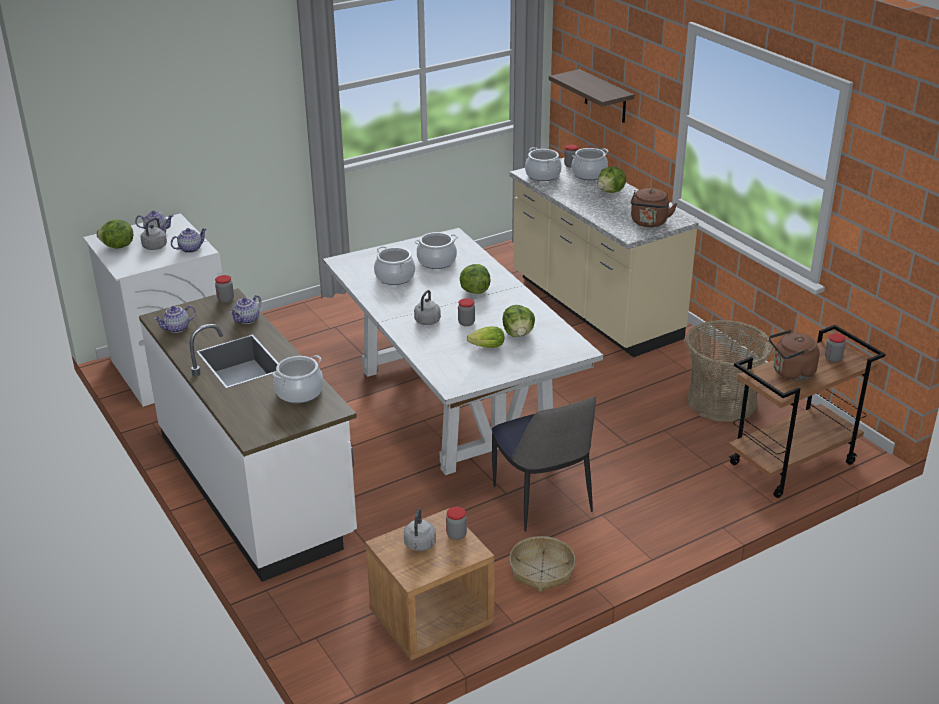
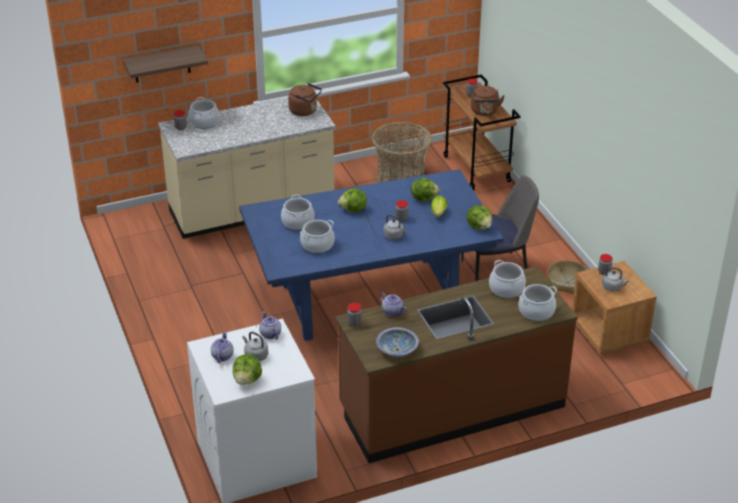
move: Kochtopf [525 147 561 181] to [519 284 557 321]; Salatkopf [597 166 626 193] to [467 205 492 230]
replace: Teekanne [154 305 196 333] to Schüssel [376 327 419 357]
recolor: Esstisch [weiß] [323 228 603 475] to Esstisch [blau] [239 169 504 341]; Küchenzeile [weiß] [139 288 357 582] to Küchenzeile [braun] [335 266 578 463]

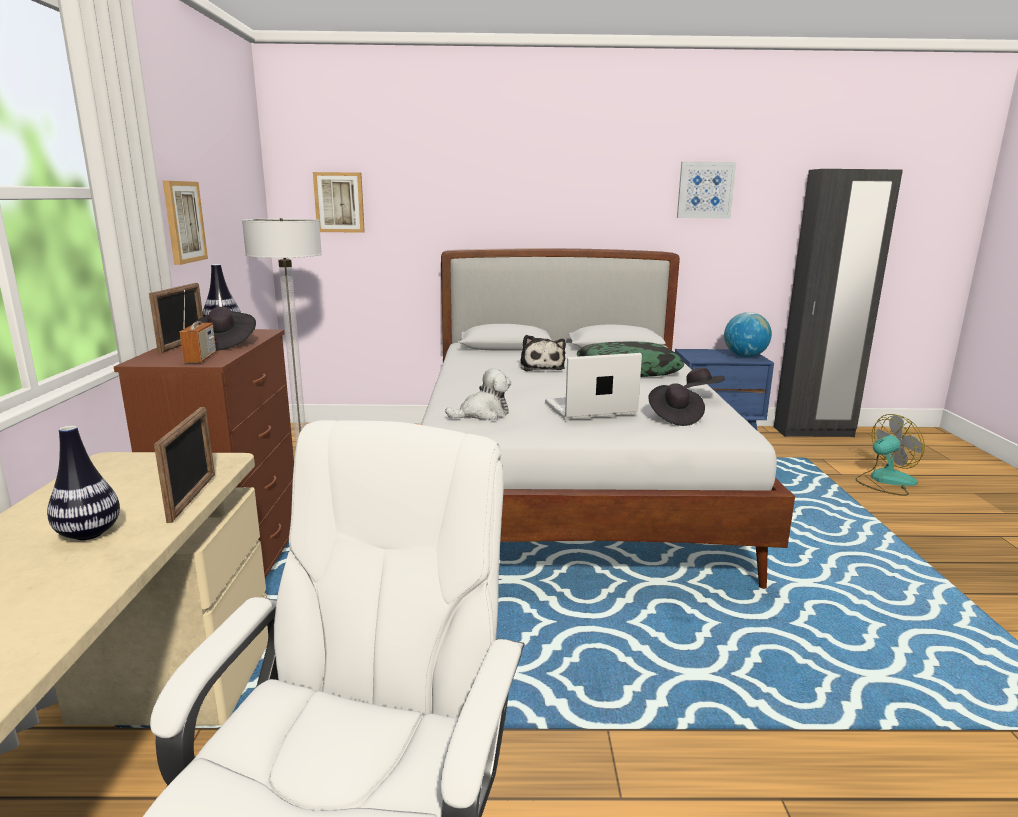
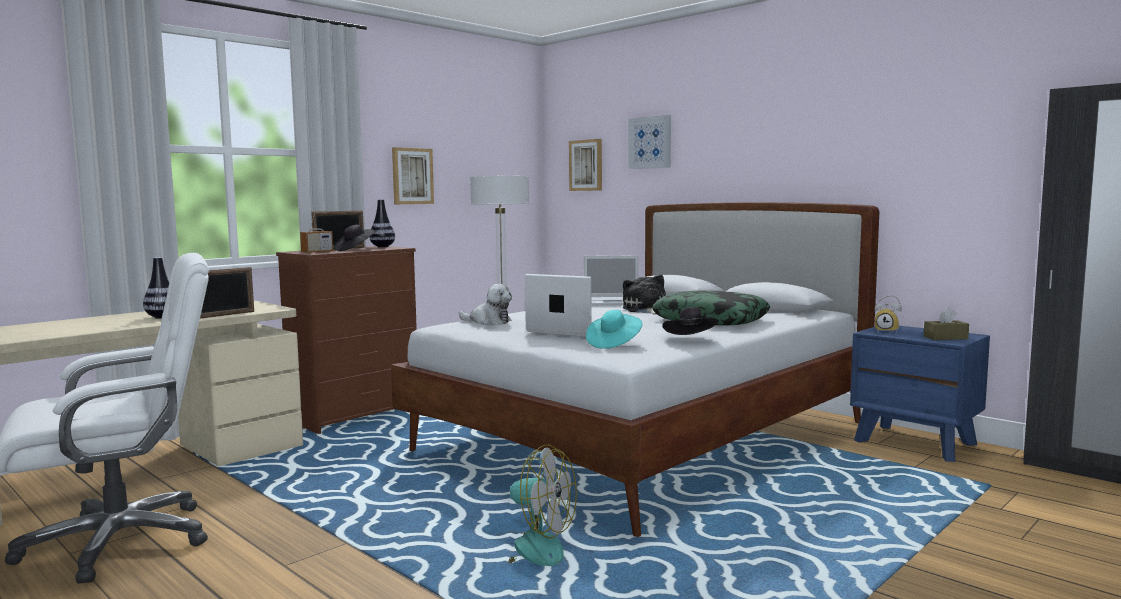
insert: Laptop [584 255 639 306]; Wecker [875 295 902 332]
move: Bild [677 162 736 218] to [628 115 671 169]; Ventilator [855 414 925 496] to [496 445 577 566]
replace: Globus [724 312 772 357] to Taschentuchbox [braun] [924 308 969 340]
recolor: Hut [schwarz] [648 384 705 426] to Hut [türkis] [586 310 643 349]
rotate: Plüschtier [520 335 566 371] = [623 275 666 315] 135 degrees clockwise

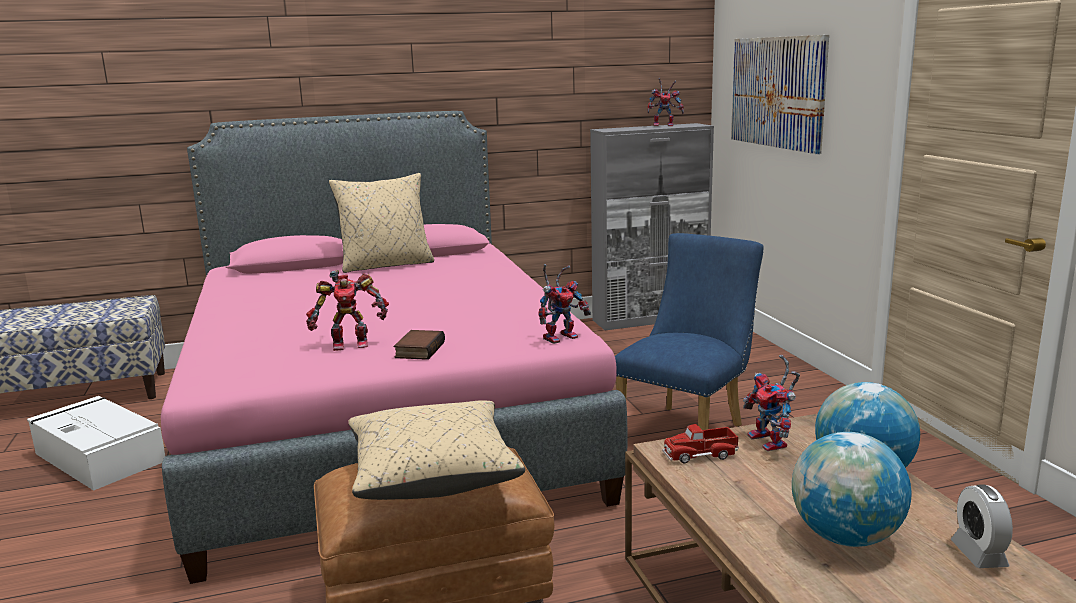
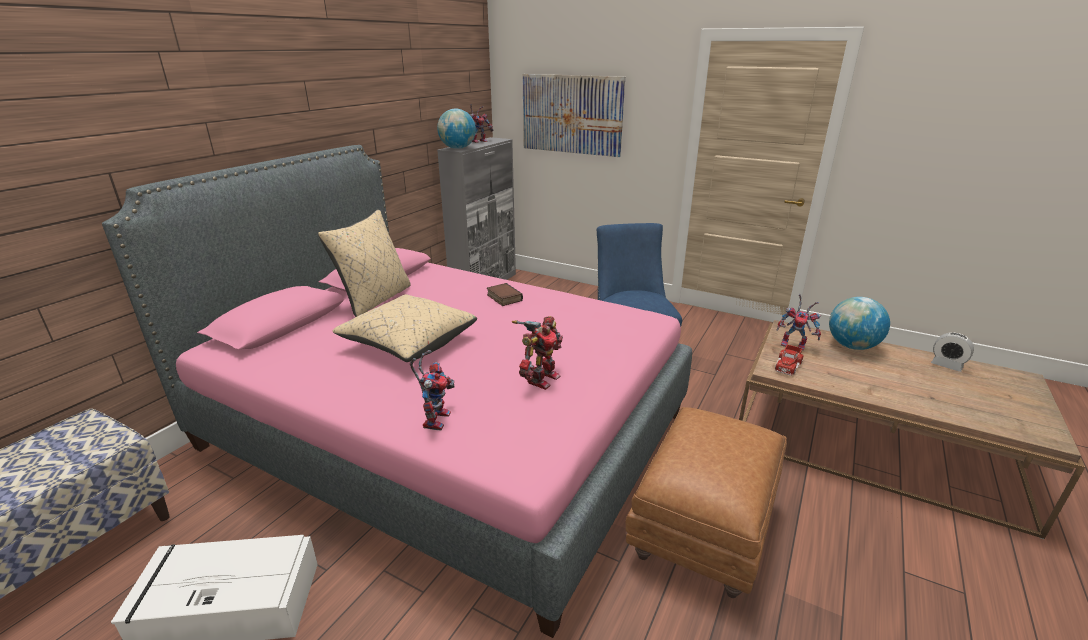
move: Spielzeugroboter [538 264 591 344] to [410 350 455 431]; Buch [394 330 445 360] to [487 283 523 306]; Kissen [beige] [348 400 525 500] to [332 294 477 362]; Globus [792 432 912 547] to [437 109 476 149]

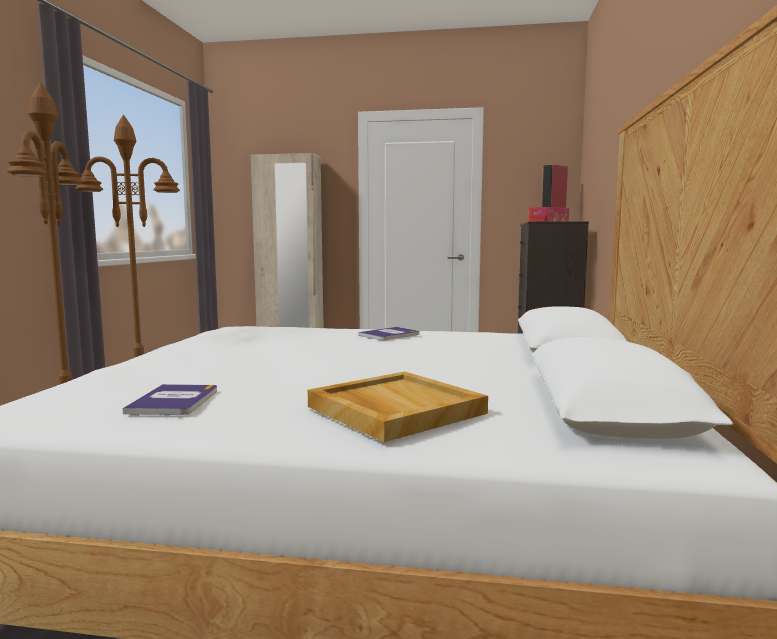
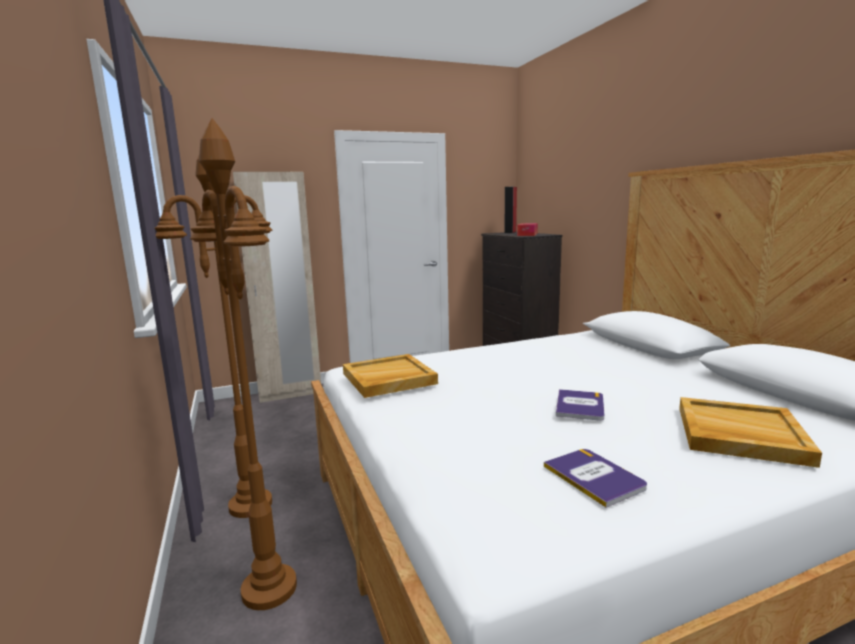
insert: Tablett [beige] [343 354 438 398]
move: Buch [358 327 419 340] to [556 389 605 421]

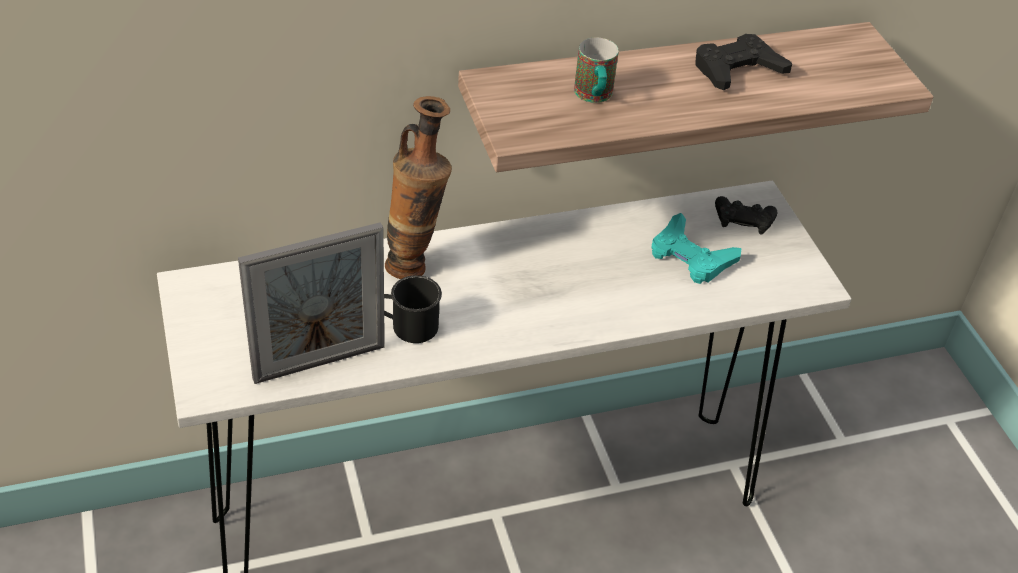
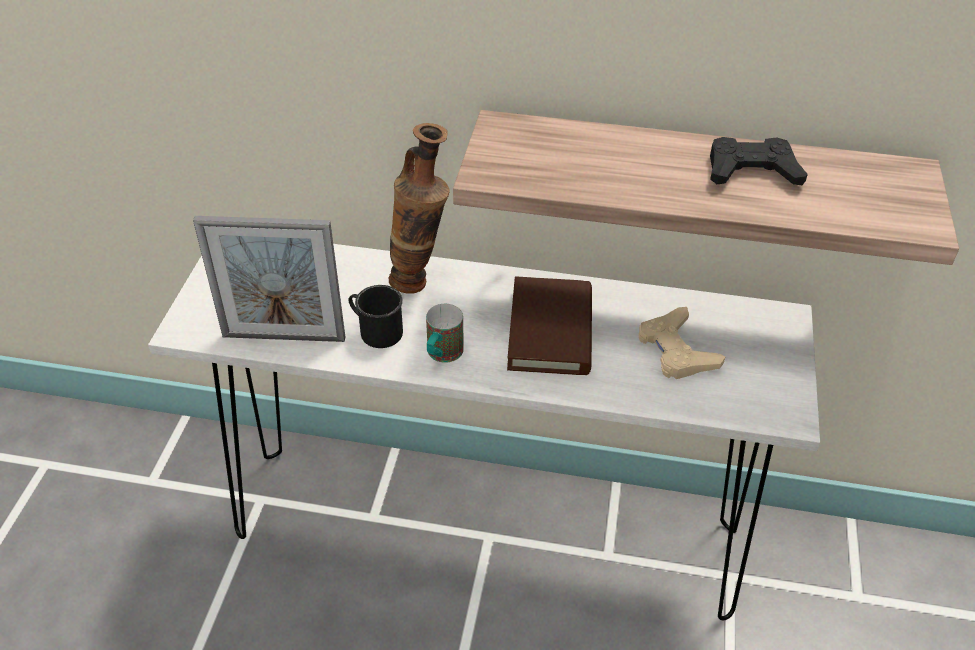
delete: Gamepad [schwarz] [715 196 777 235]
insert: Buch [braun] [507 277 592 375]
move: Henkelbecher [574 37 619 103] to [426 304 464 363]
recolor: Gamepad [türkis] [651 213 741 284] to Gamepad [beige] [639 307 726 379]

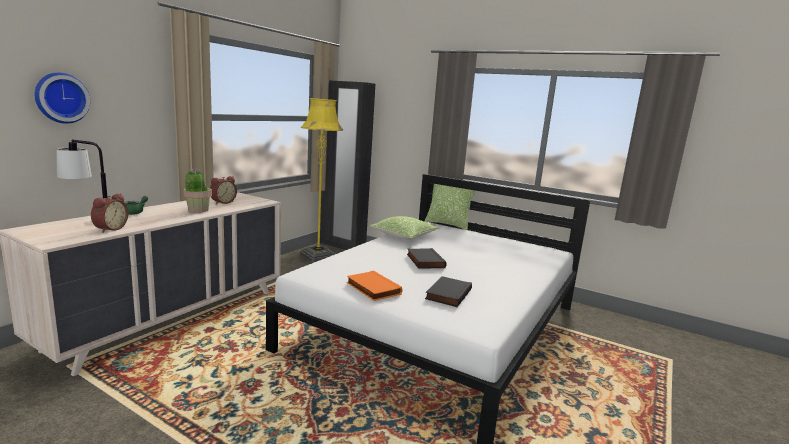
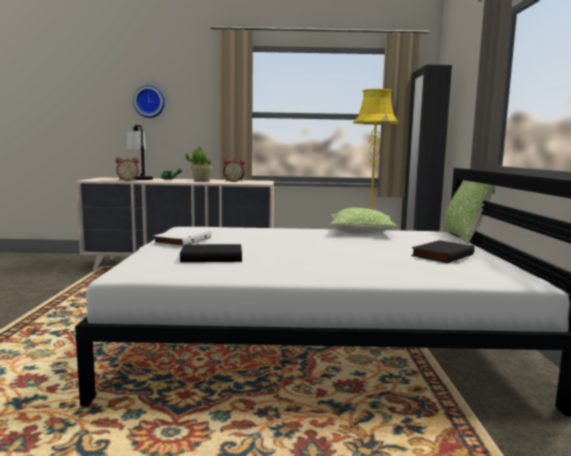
move: Buch [schwarz] [407 248 446 269] to [411 240 475 263]
recolor: Buch [orange] [347 271 402 301] to Buch [weiß] [154 228 211 247]

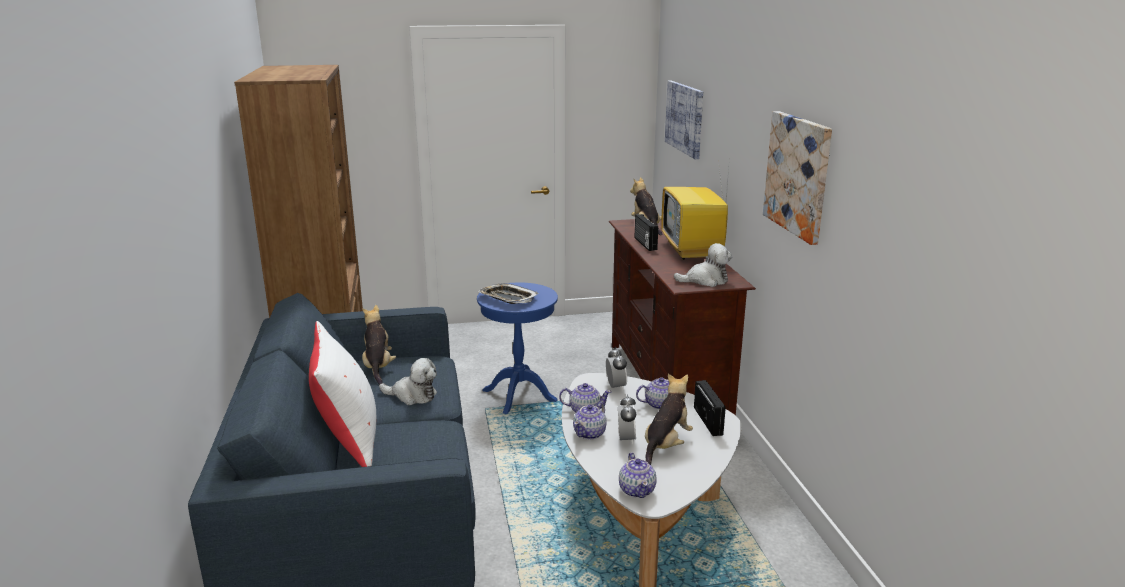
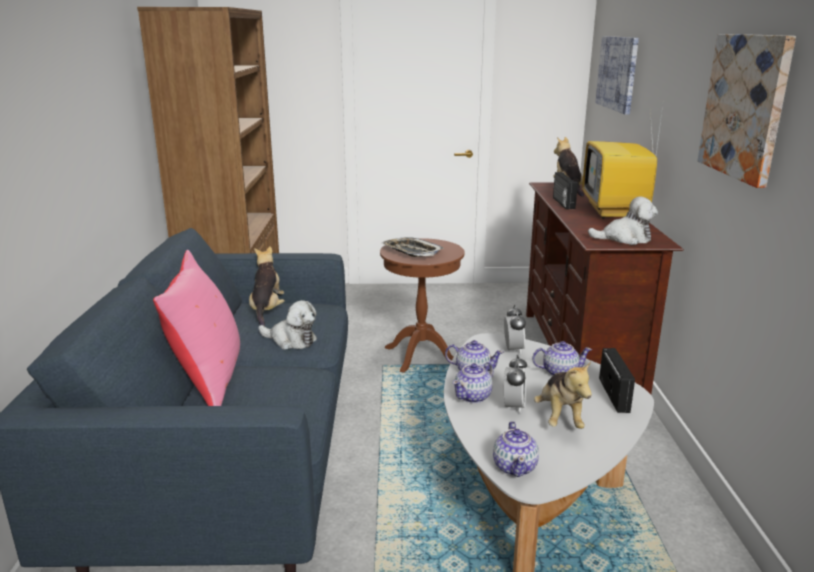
recolor: Beistelltisch [blau] [477 283 558 414] to Beistelltisch [braun] [380 238 465 373]; Kissen [weiß] [309 321 376 467] to Kissen [rosa] [153 250 240 406]
rotate: Plüschtier [645 374 693 465] = [534 361 592 429] 135 degrees clockwise

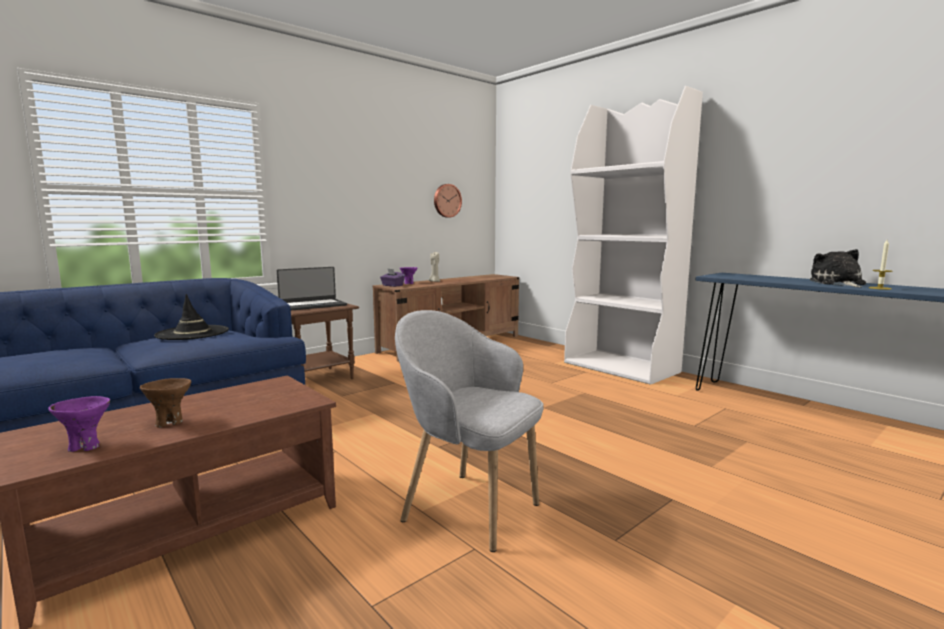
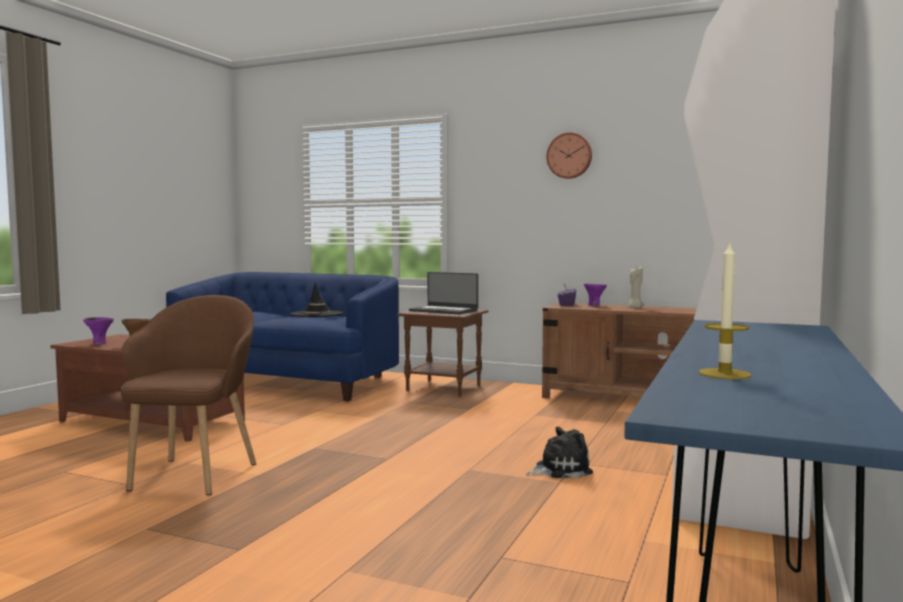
move: Wanduhr [434 184 462 218] to [546 132 592 179]; Plüschtier [810 249 866 288] to [526 427 593 478]
recolor: Sessel [grau] [395 310 544 552] to Sessel [braun] [121 295 257 495]

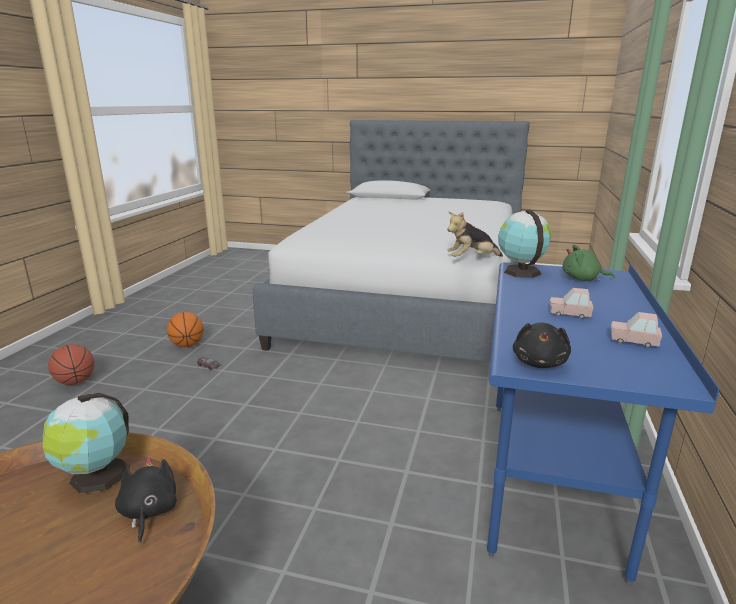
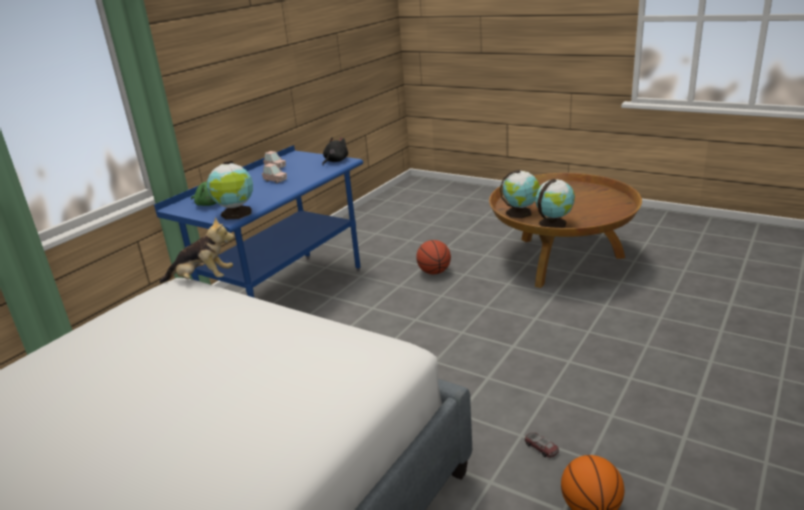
move: Basketball [48 344 95 385] to [416 240 451 274]
replace: Plüschtier [schwarz] [115 456 177 543] to Globus [500 170 540 218]

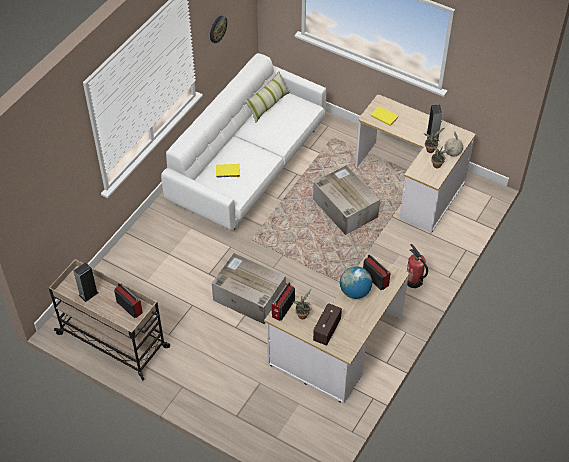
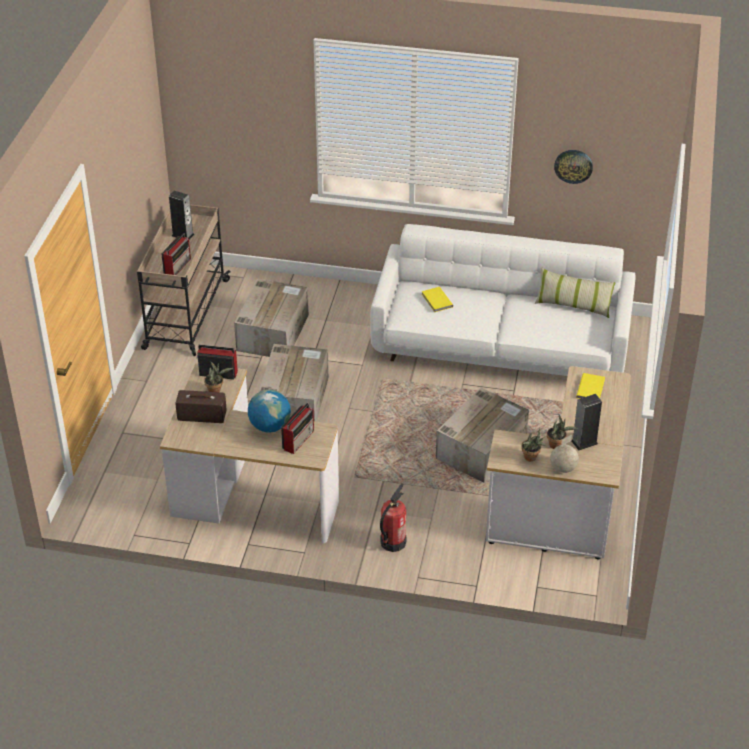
insert: Karton [234 279 309 357]

